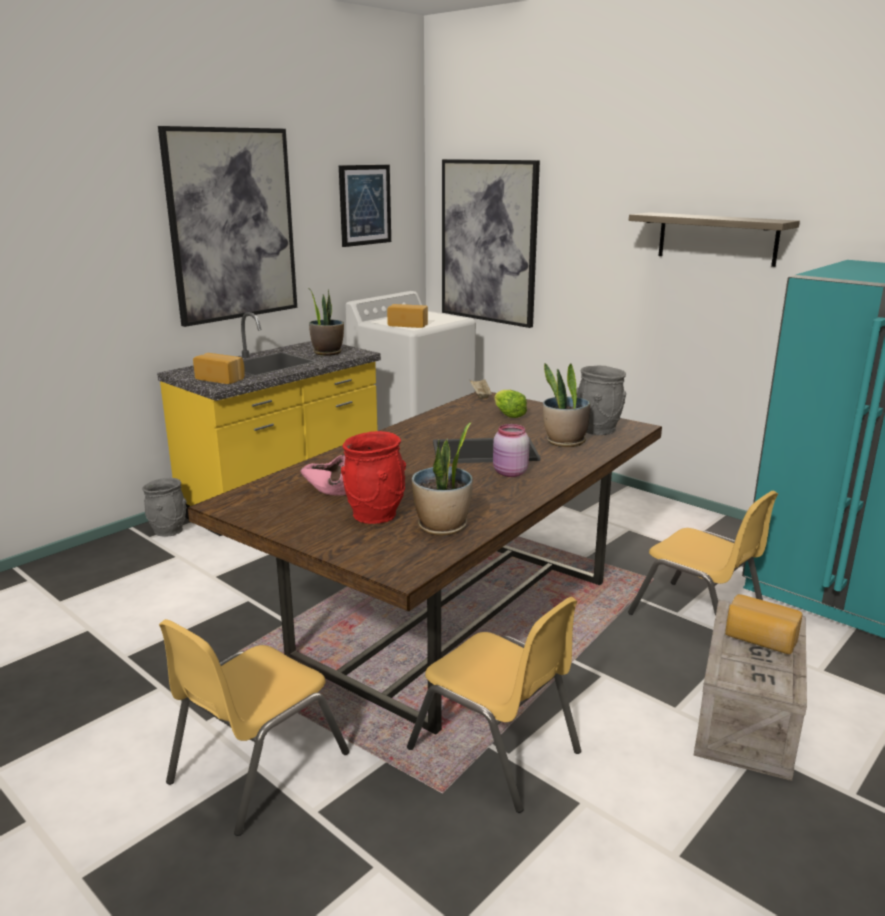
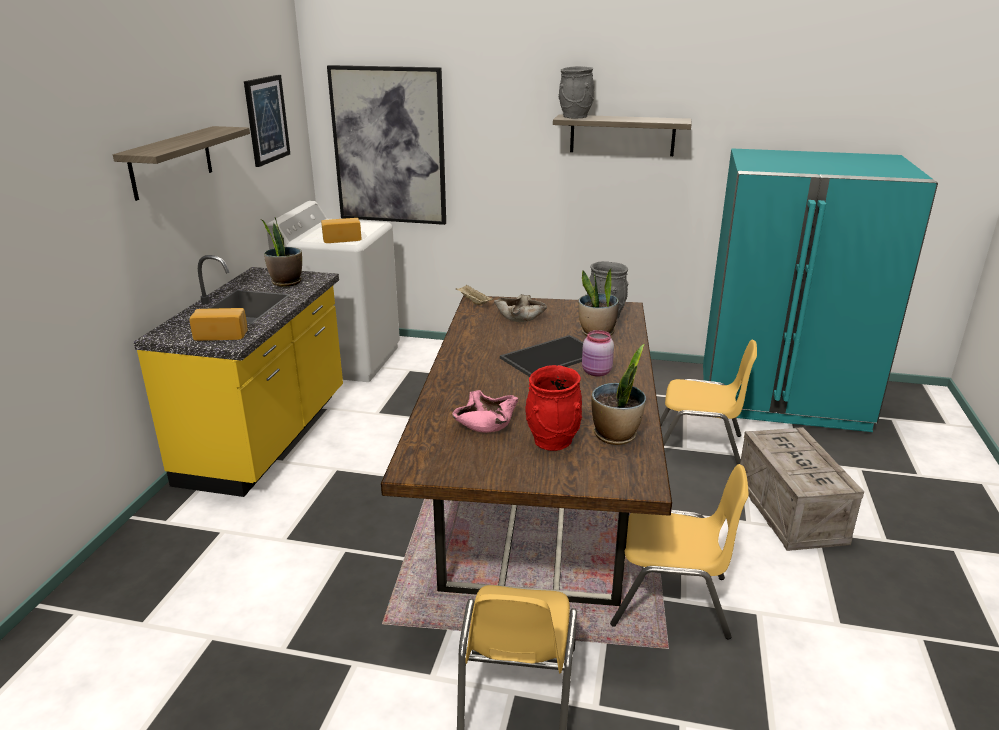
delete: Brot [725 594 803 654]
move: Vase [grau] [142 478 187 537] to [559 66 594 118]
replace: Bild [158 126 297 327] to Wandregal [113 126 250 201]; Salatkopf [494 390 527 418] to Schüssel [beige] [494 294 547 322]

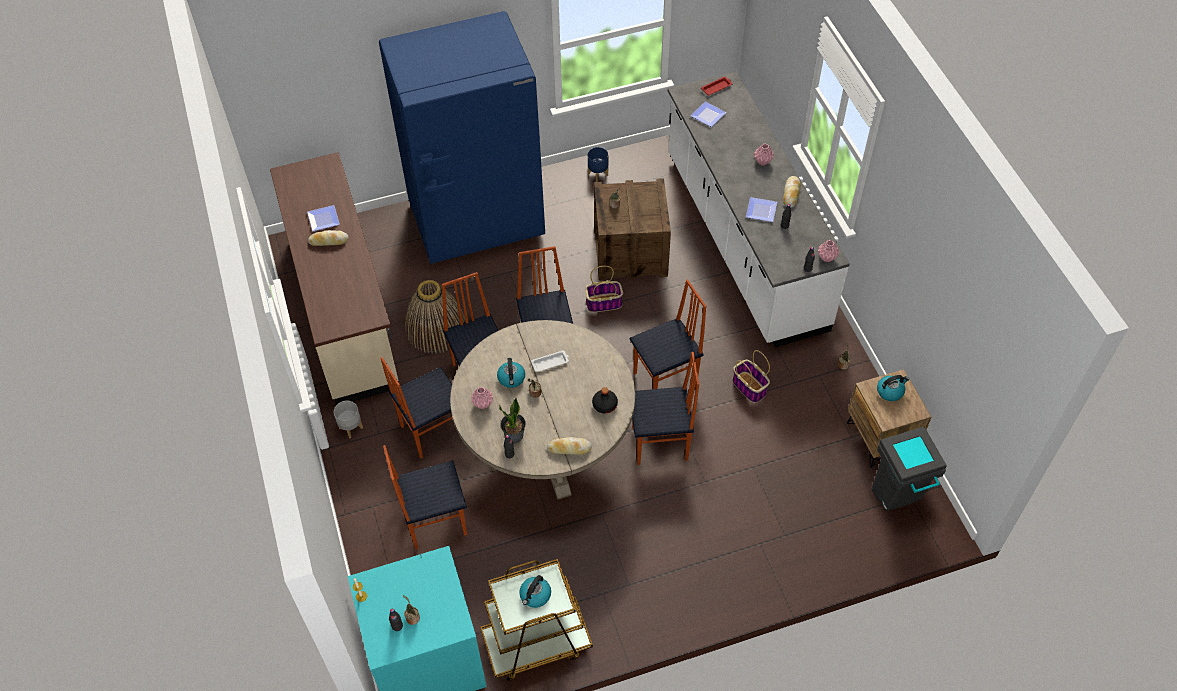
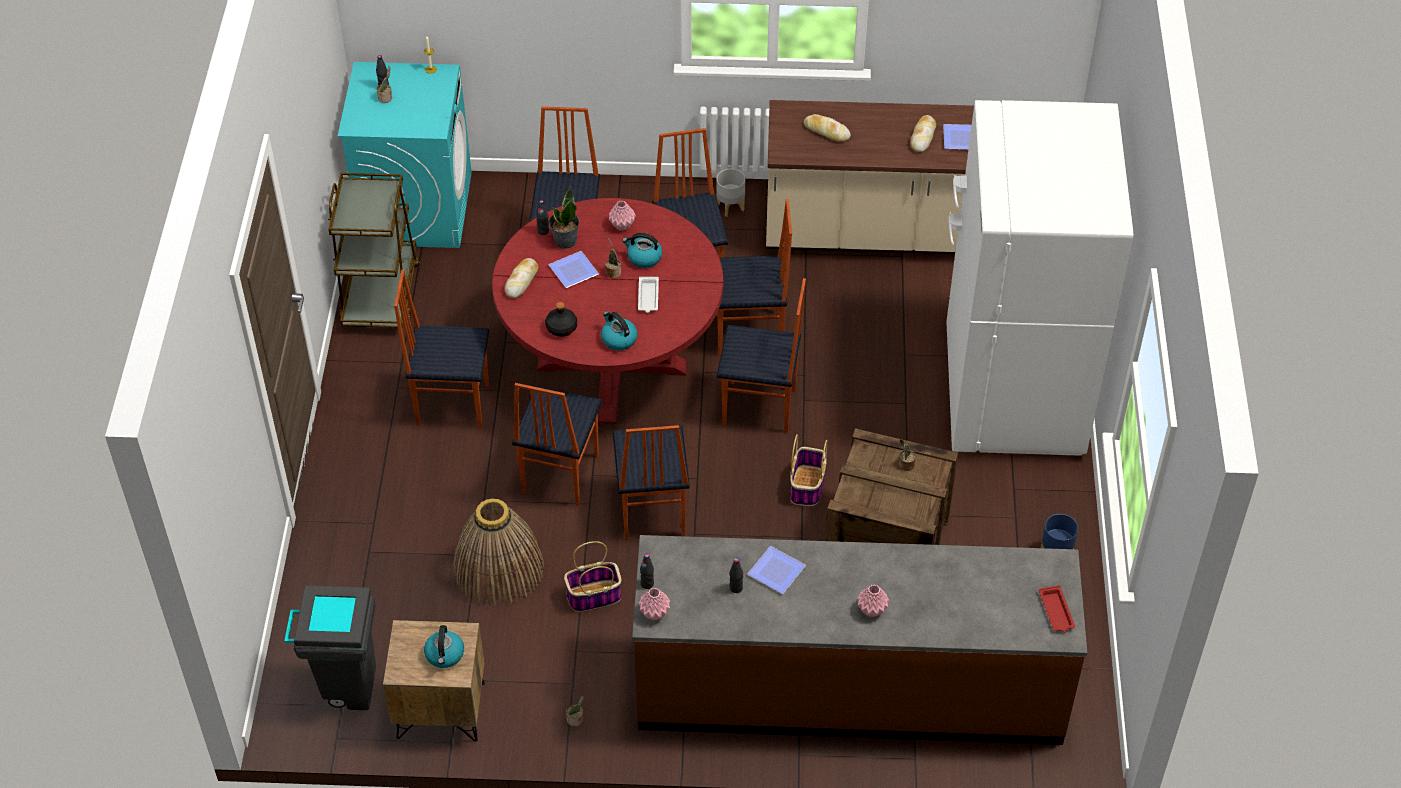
insert: Stuhl [394 269 489 428]
move: Teller [690 101 727 127] to [548 251 599 288]; Brot [783 176 801 208] to [804 114 851 142]; Korb [405 280 466 354] to [454 498 544 606]; Wasserkessel [519 575 551 608] to [601 311 637 350]
recolor: Kühlschrank [blau] [379 11 545 264] to Kühlschrank [weiß] [946 100 1133 456]; Küchenzeile [weiß] [668 72 850 347] to Küchenzeile [braun] [632 535 1087 745]; Esstisch [beige] [450 320 635 500] to Esstisch [rot] [492 198 724 424]

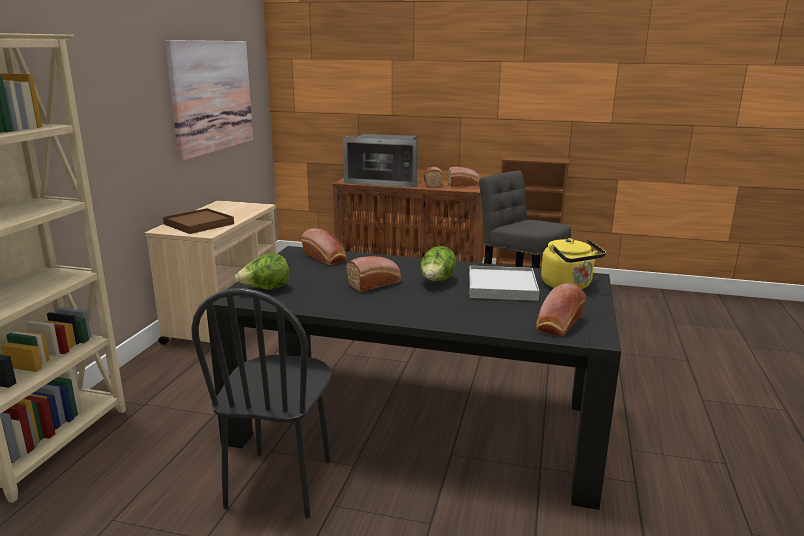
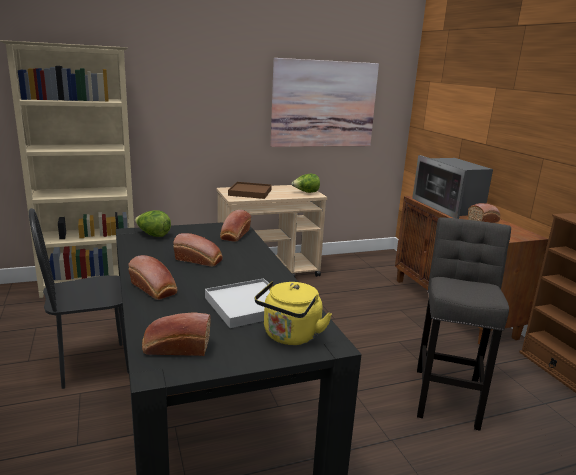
move: Brot [447 167 480 187] to [128 255 177 300]; Salatkopf [420 246 456 281] to [292 174 320 193]

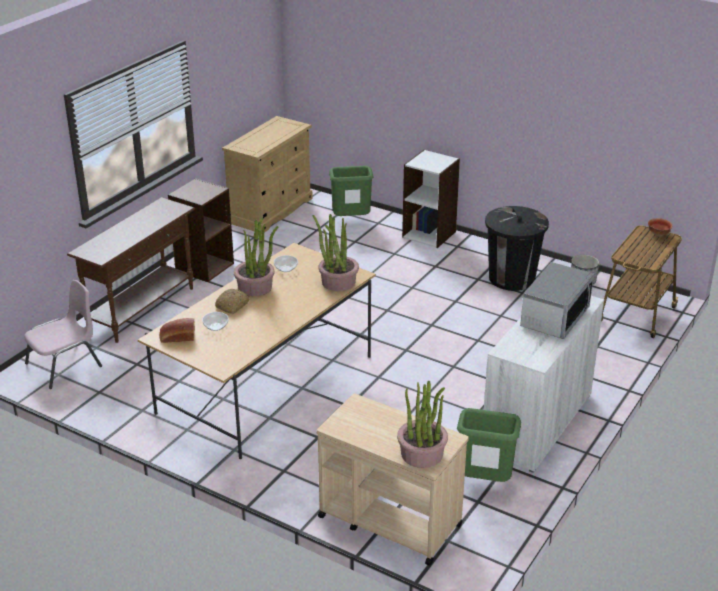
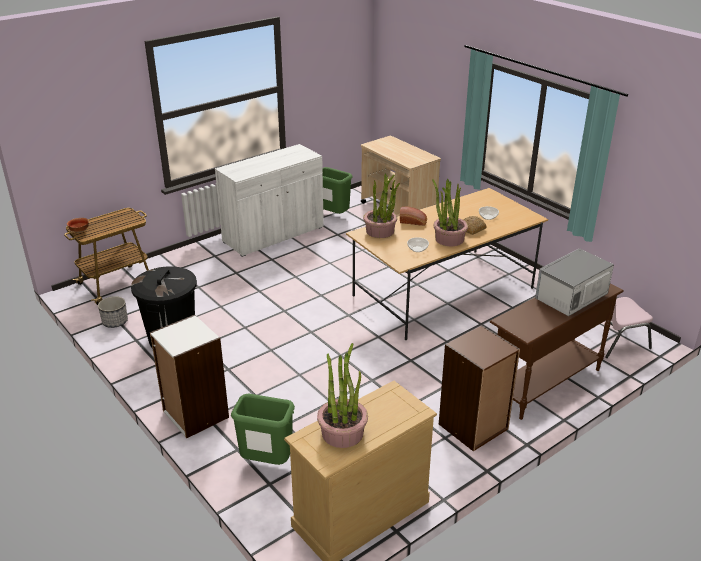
move: Mikrowelle [520 262 594 339] to [535 248 614 316]; Brot [159 318 195 343] to [400 207 427 226]; Topfpflanze [397 381 448 468] to [317 343 368 448]

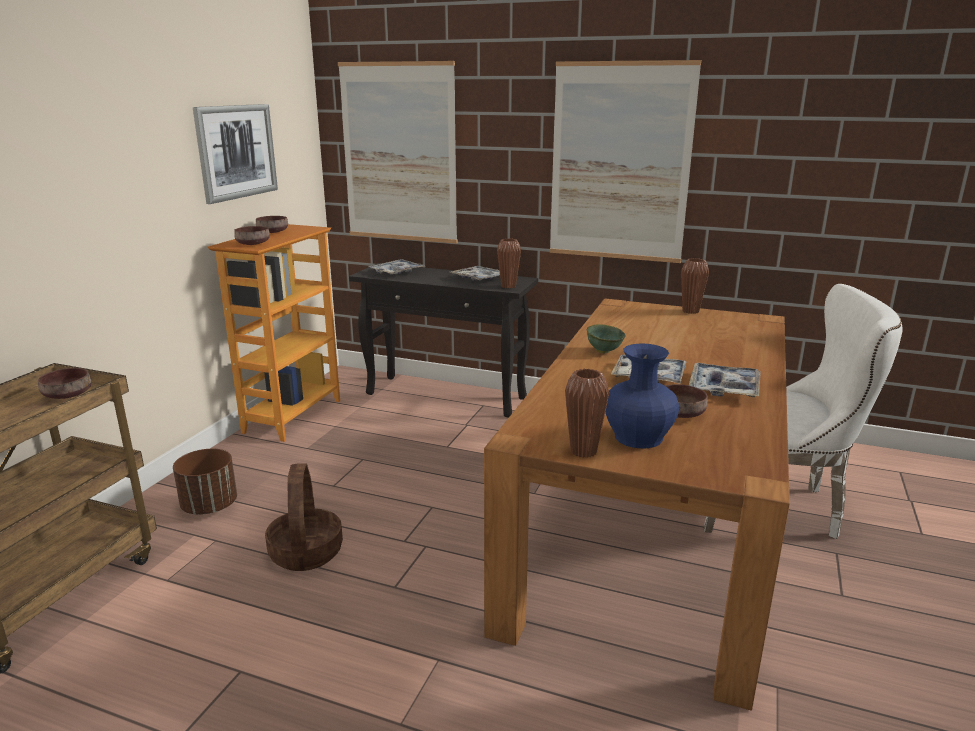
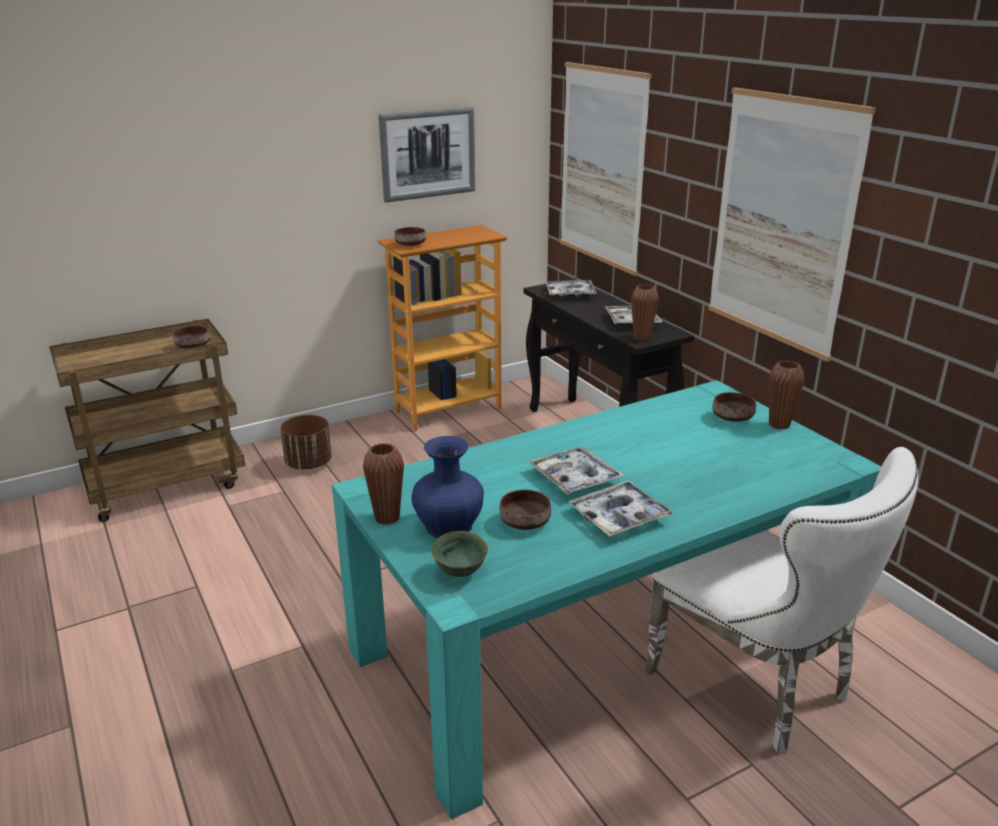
delete: Korb [265 463 343 571]
move: Schüssel [braun] [256 216 288 233] to [712 392 756 422]; Schüssel [grün] [587 324 626 353] to [432 531 488 577]
recolor: Esstisch [braun] [484 298 790 711] to Esstisch [türkis] [332 380 882 819]

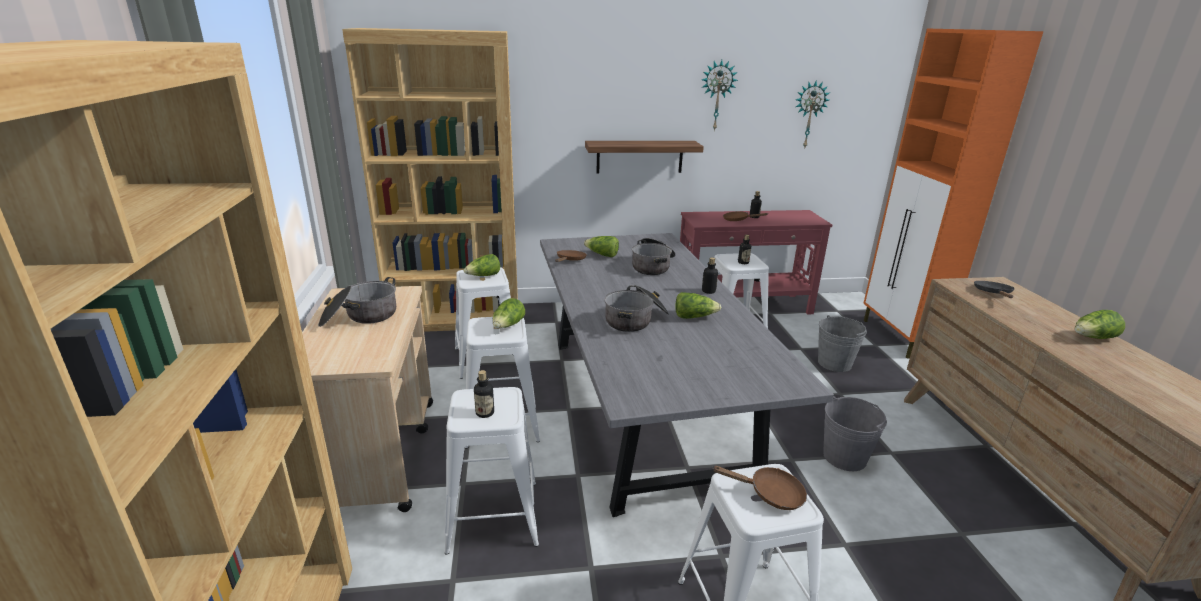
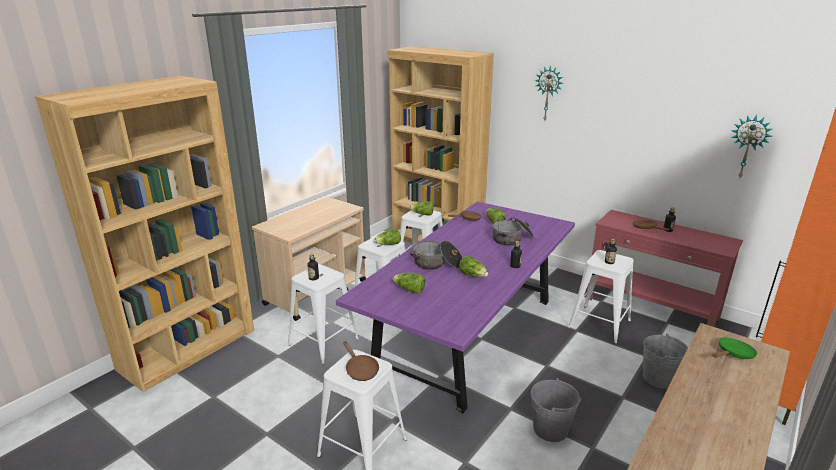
delete: Wandregal [585 141 704 173]; Kochtopf [318 277 396 327]
move: Wanduhr [702 60 738 131] to [535 66 563 120]; Salatkopf [1075 310 1125 339] to [392 273 425 294]
recolor: Esstisch [grau] [540 233 834 517] to Esstisch [lila] [336 201 575 413]; Pfanne [schwarz] [974 281 1015 298] to Pfanne [grün] [712 338 757 359]

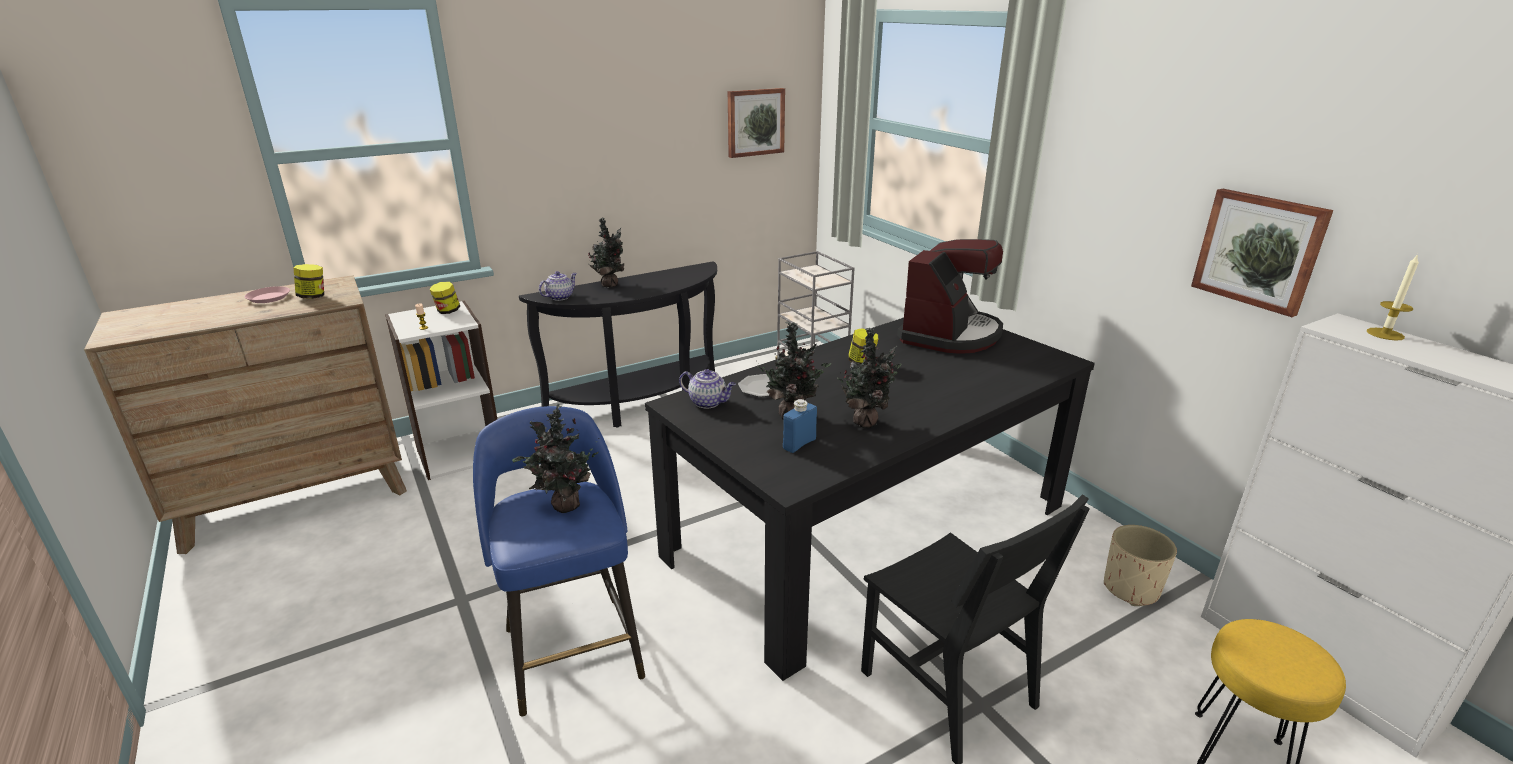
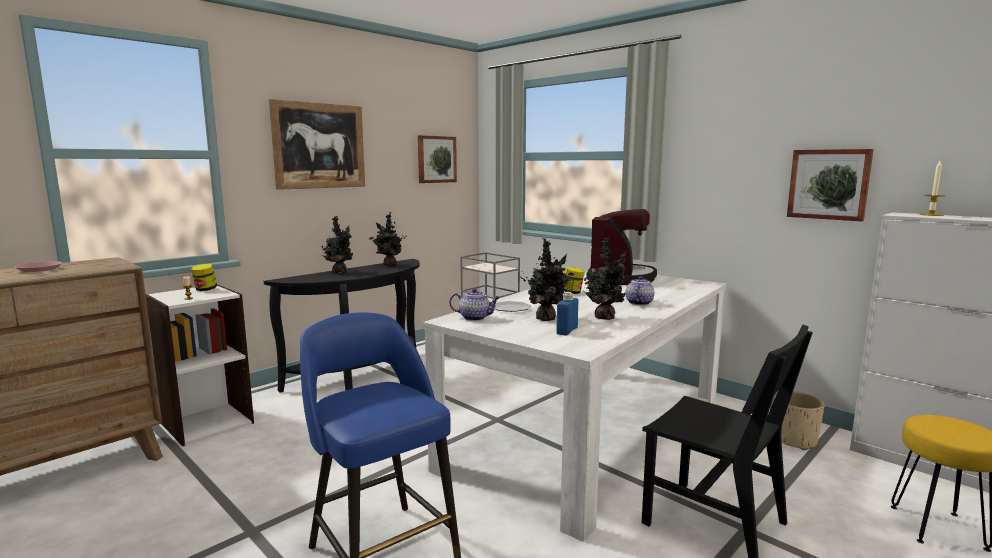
delete: Vorratsglas [293 264 324 299]
insert: Bild [269 99 365 190]
move: Teekanne [539 271 577 301] to [625 276 655 305]; Topfpflanze [512 403 598 513] to [369 212 407 266]
recolor: Esstisch [schwarz] [645 318 1095 681] to Esstisch [weiß] [422 271 727 542]

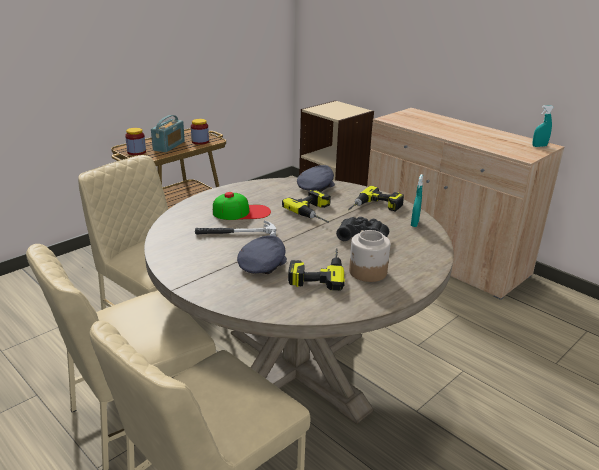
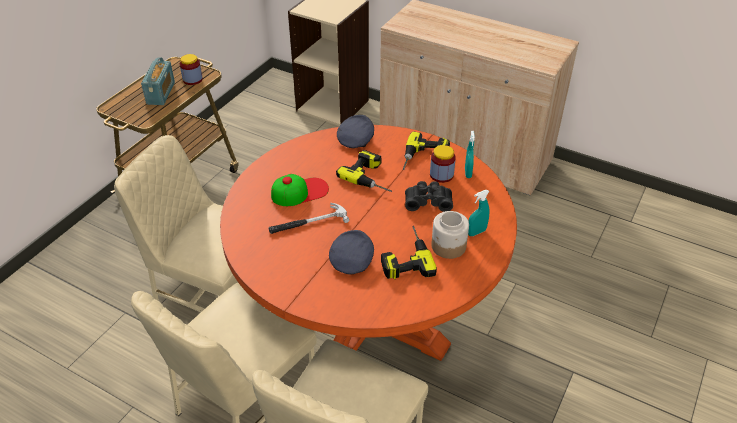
move: Sprühflasche [türkis] [532 105 554 147] to [468 190 489 236]; Vorratsglas [125 128 146 155] to [430 145 456 183]
recolor: Esstisch [beige] [144 178 454 424] to Esstisch [orange] [220 125 517 361]

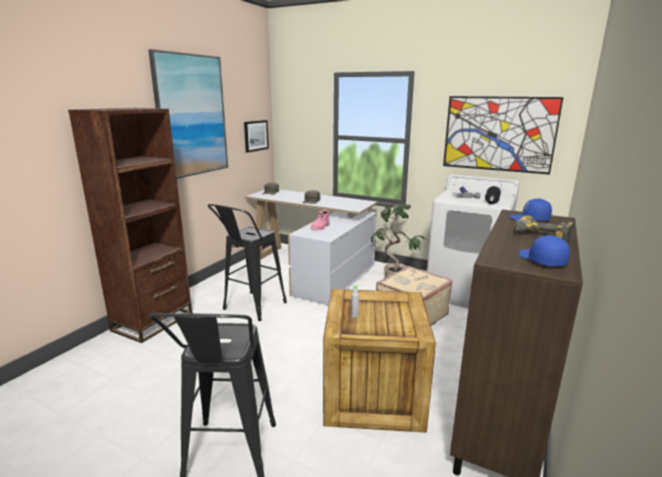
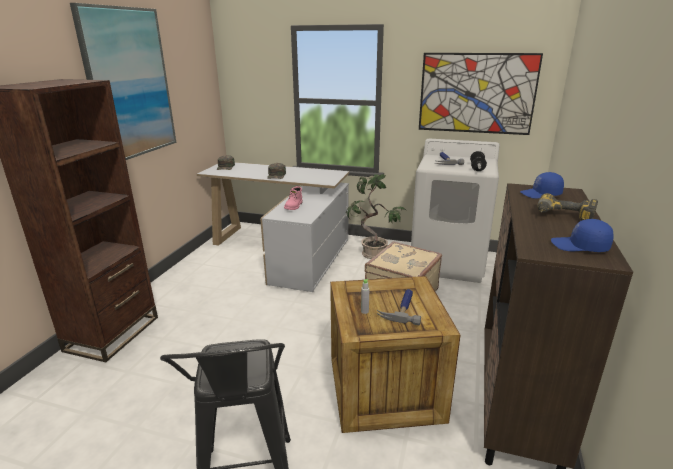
delete: Bild [244 120 269 153]; Hocker [schwarz] [208 204 287 321]
insert: Hammer [377 289 421 325]
rotate: Kappe [blau] [519 235 570 266] = [551 219 614 252] 45 degrees counterclockwise

